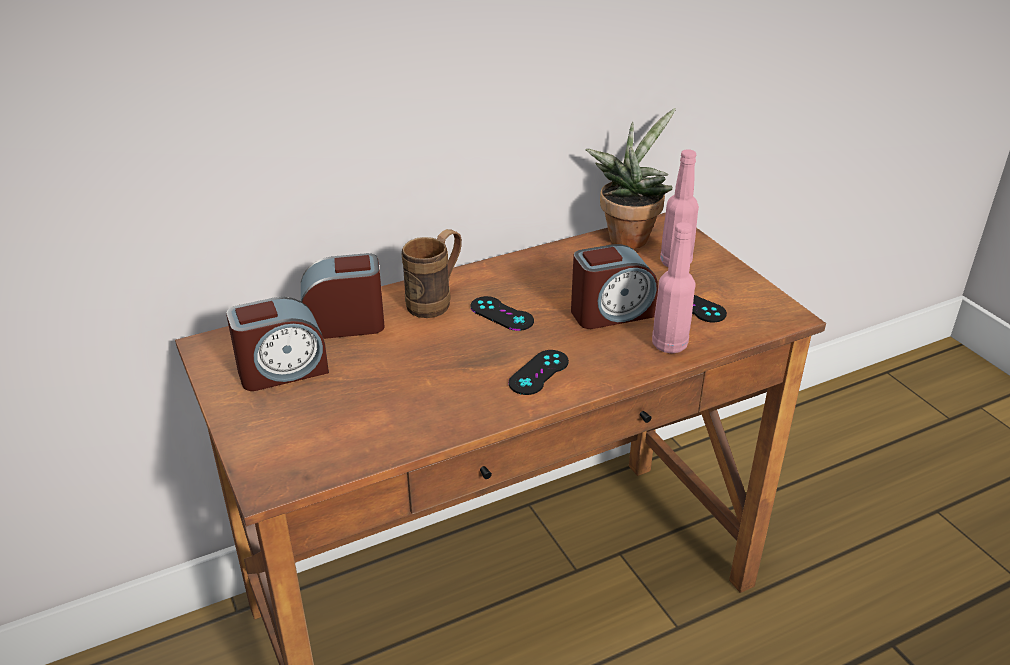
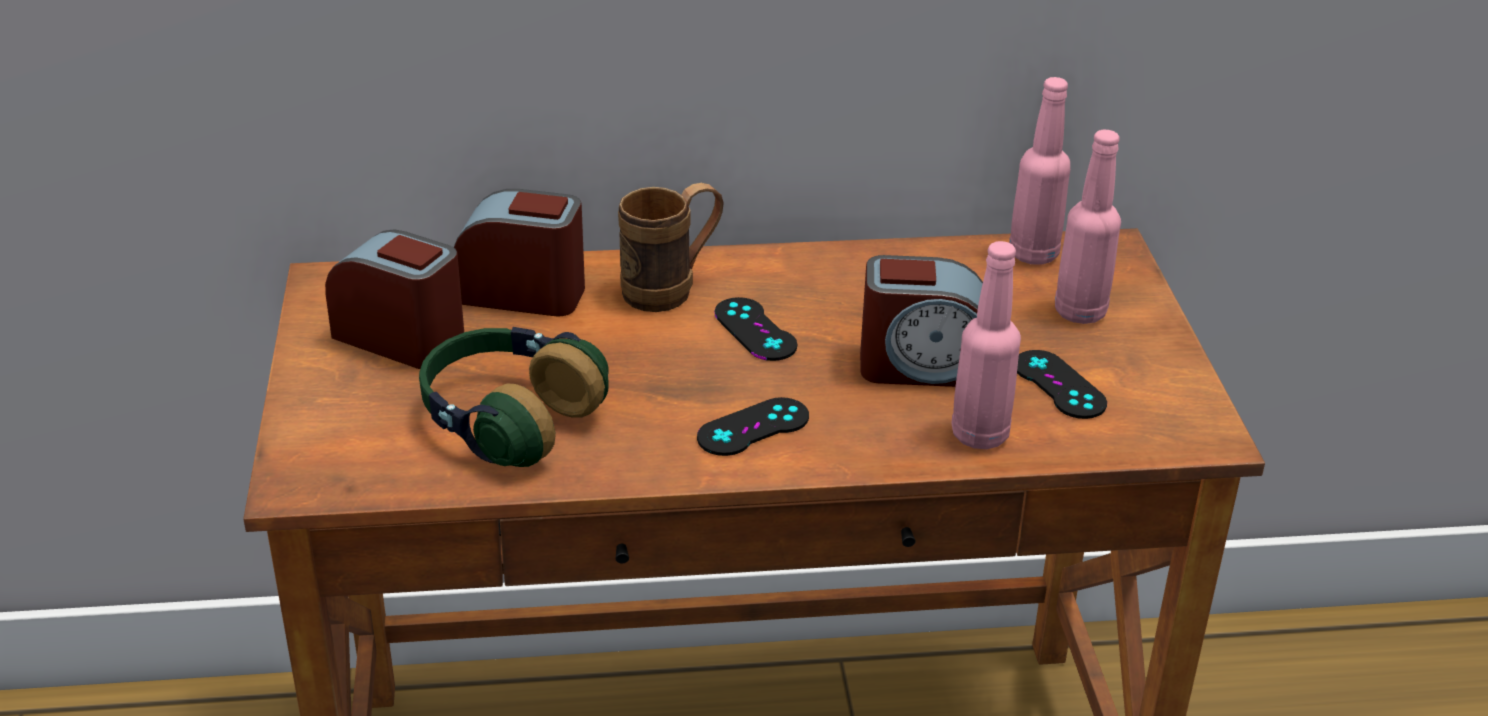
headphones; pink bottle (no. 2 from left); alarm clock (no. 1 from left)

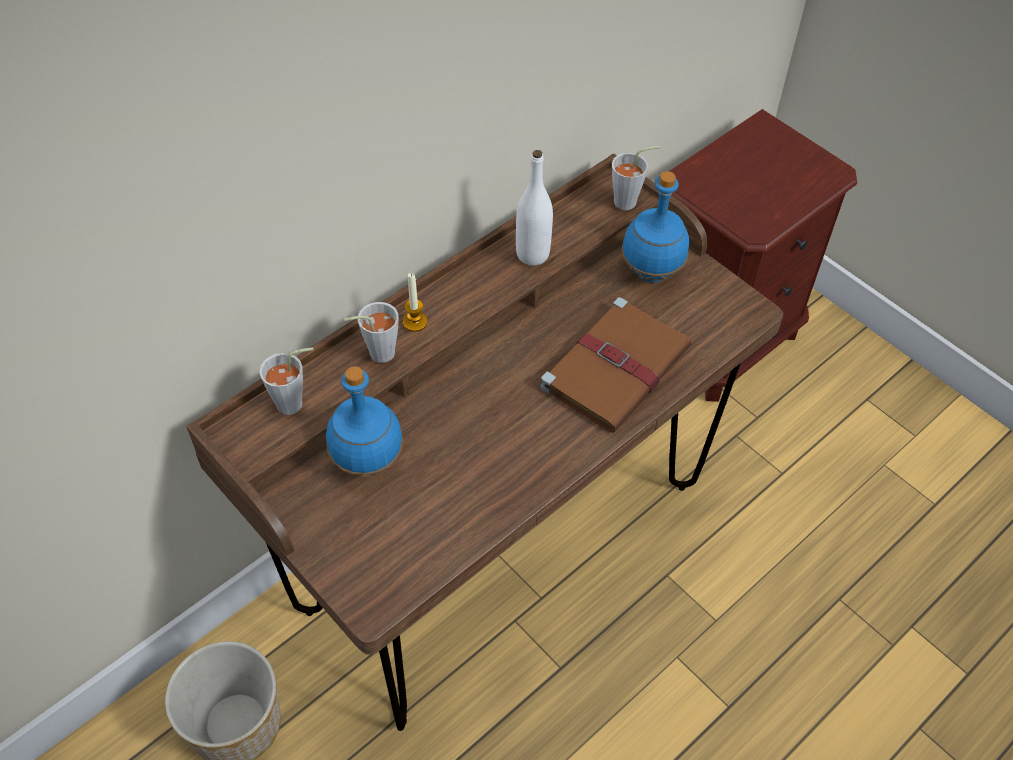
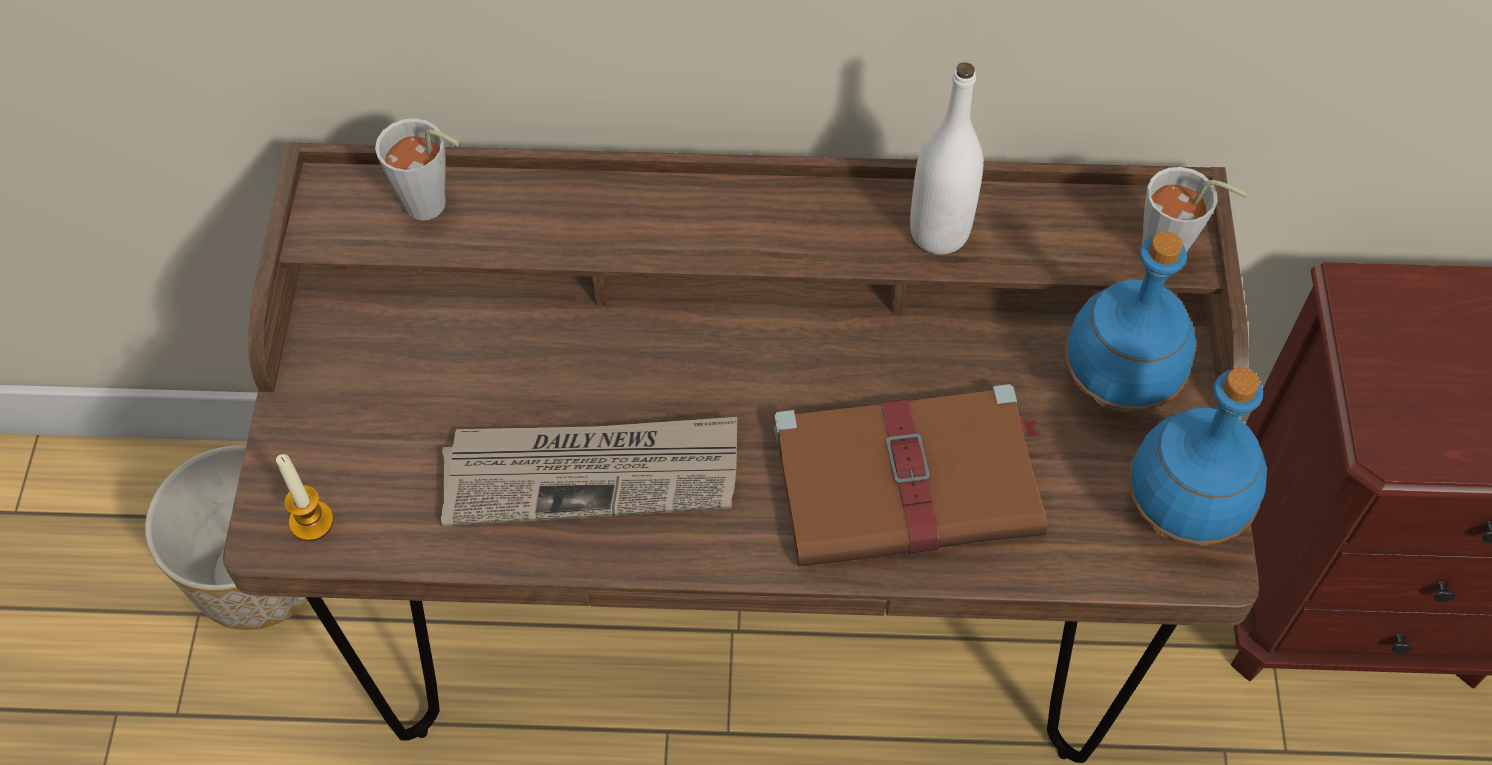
grey cup (no. 2 from left in the first image); newspaper; blue bottle (no. 2 from left); candle

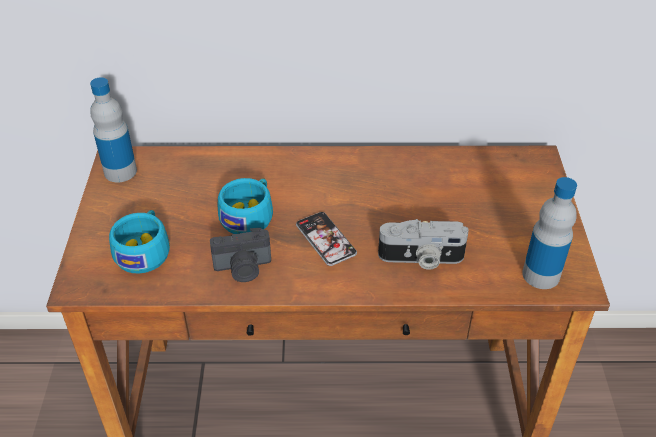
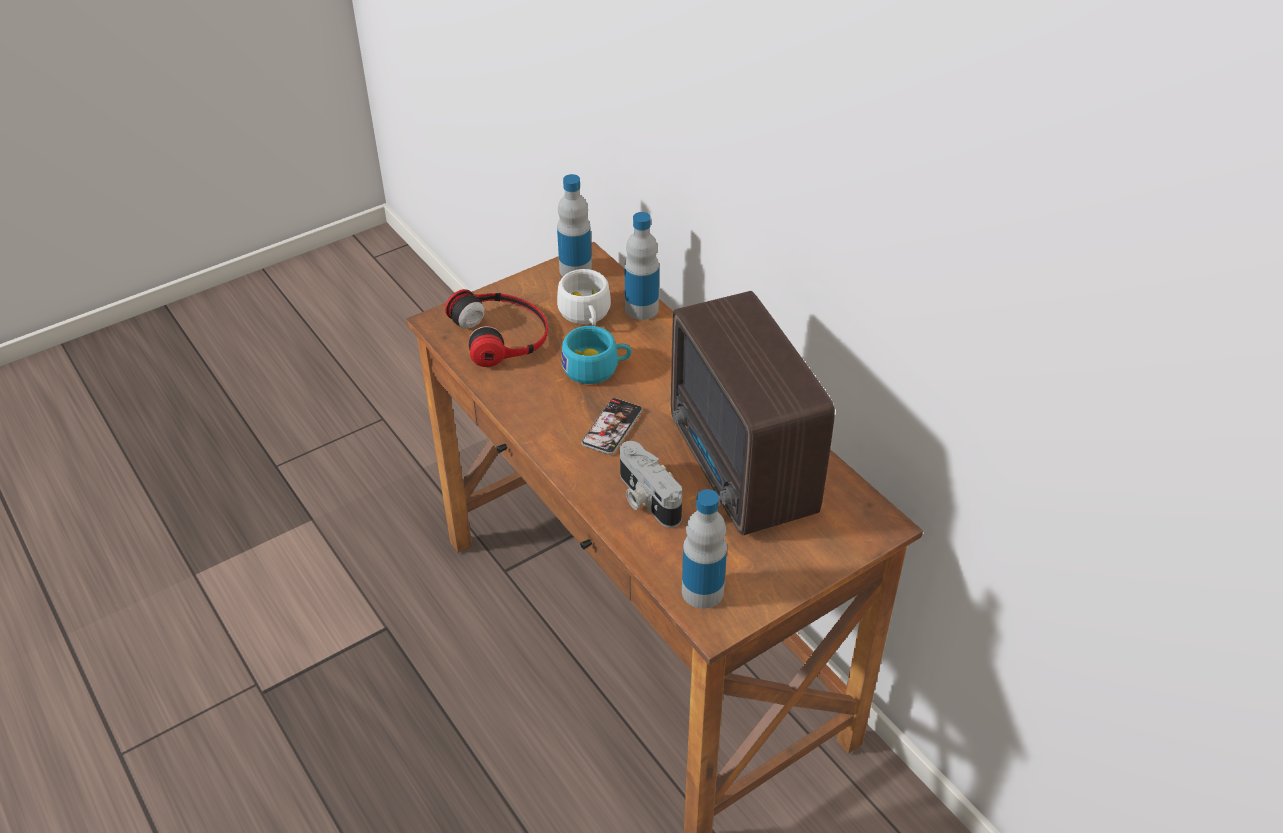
photo camera (no. 1 from left in the first image); white cup; bottle (no. 2 from left); radio; headphones

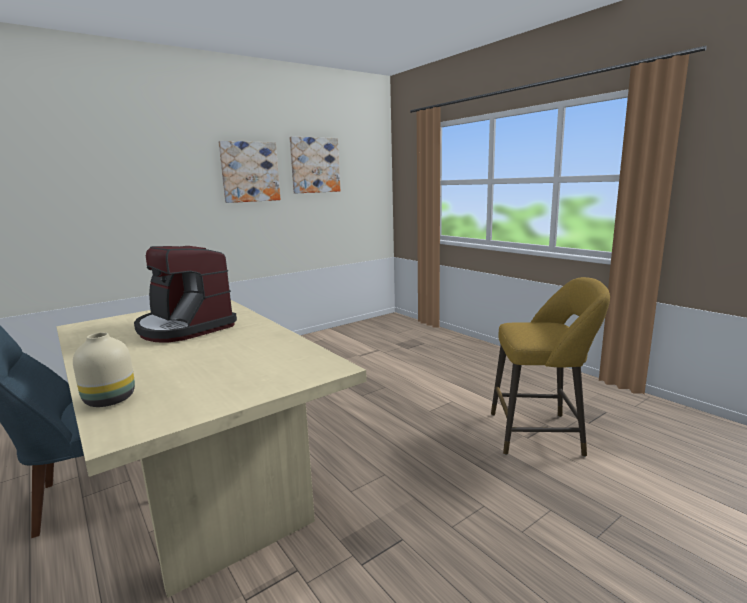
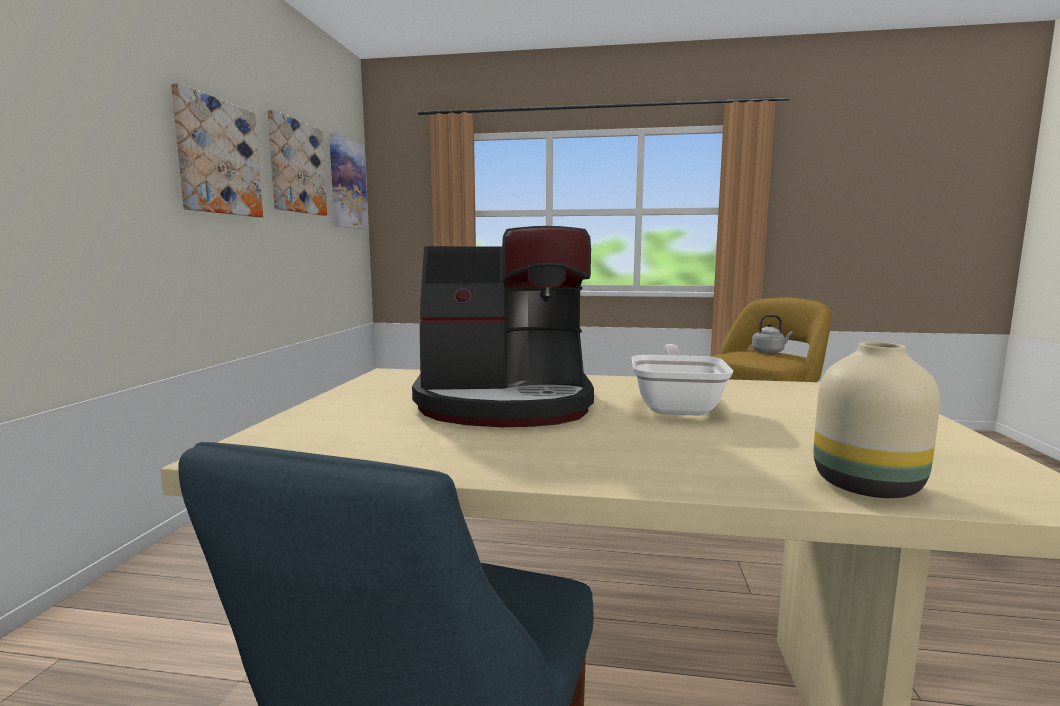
picture (no. 3 from left); frying pan; grey kettle

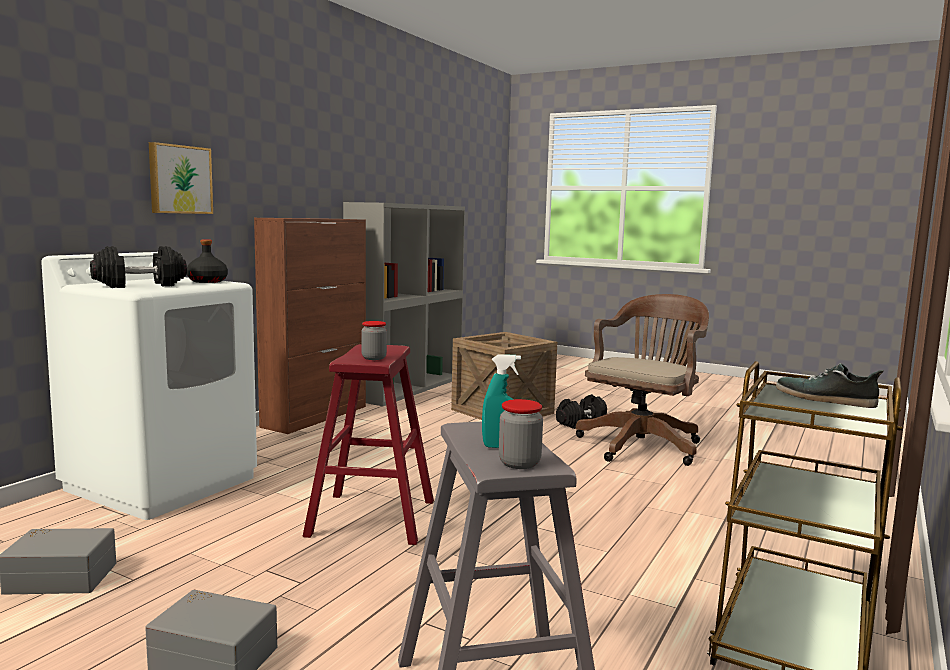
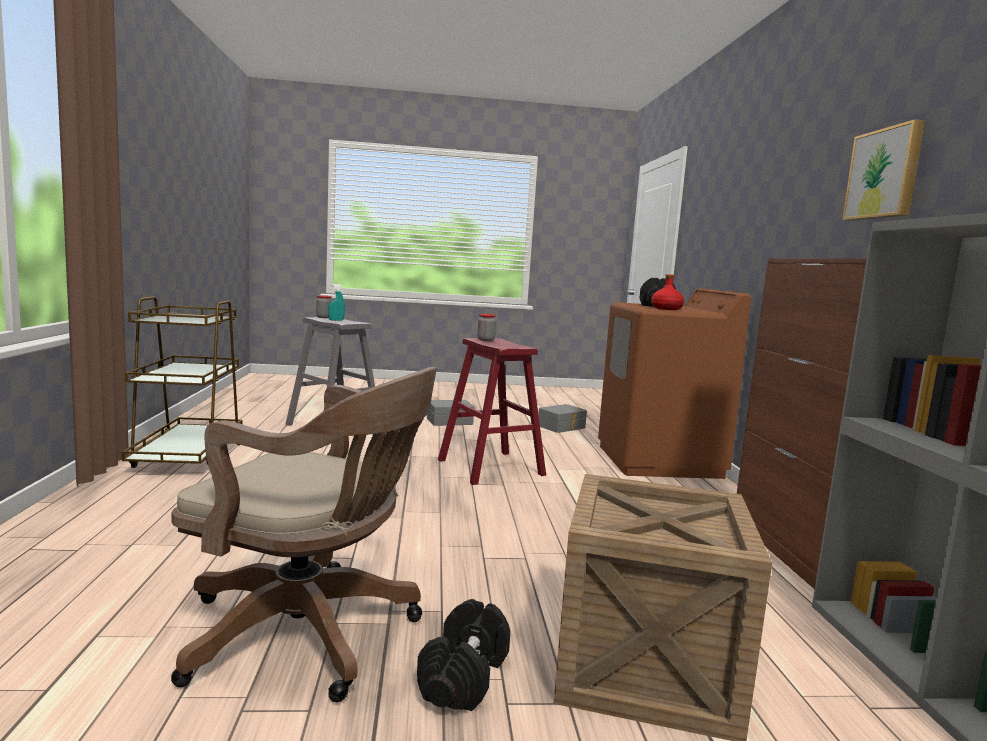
shoe; picture; brown washing machine; red bottle; brown office chair

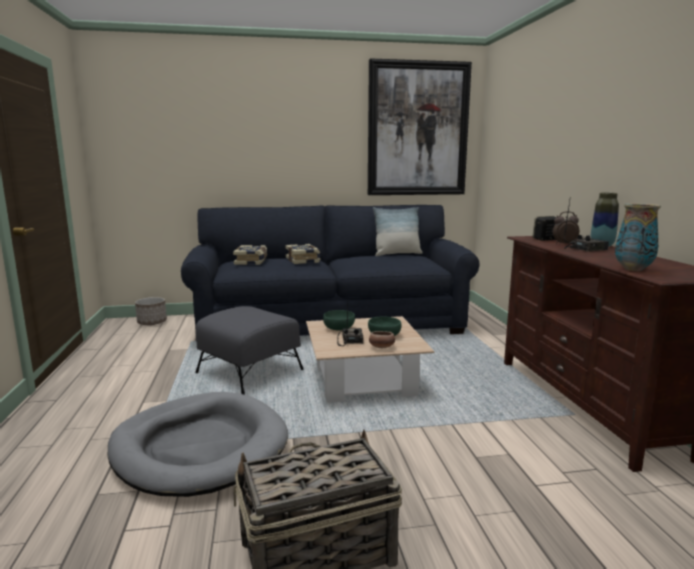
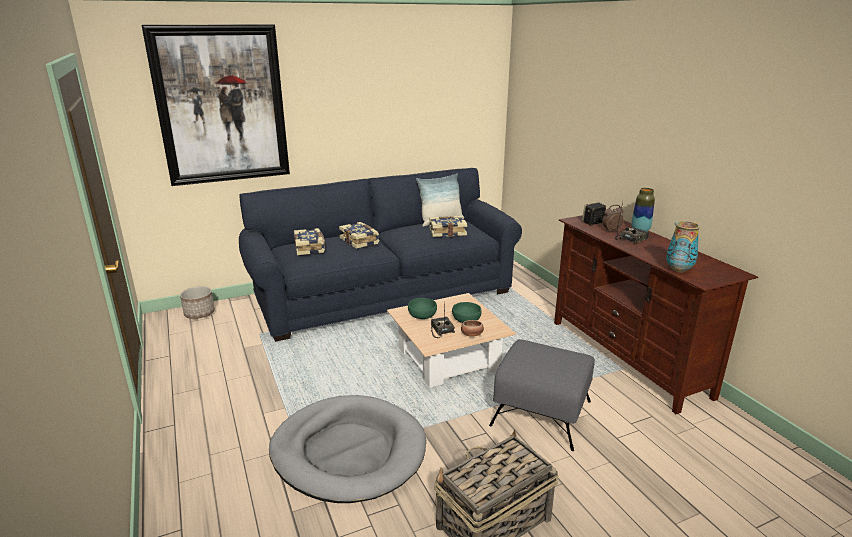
book (no. 3 from left); grey ottoman; picture

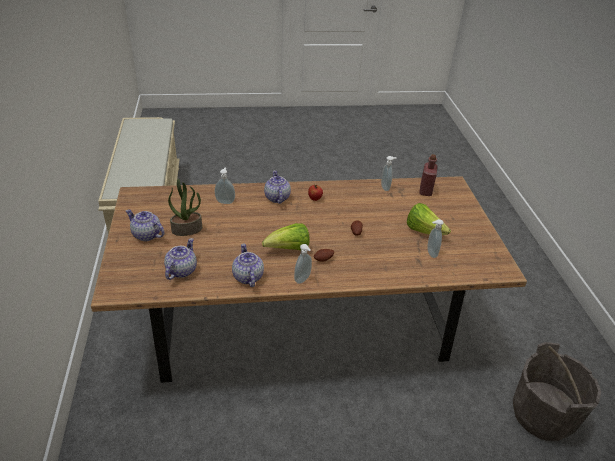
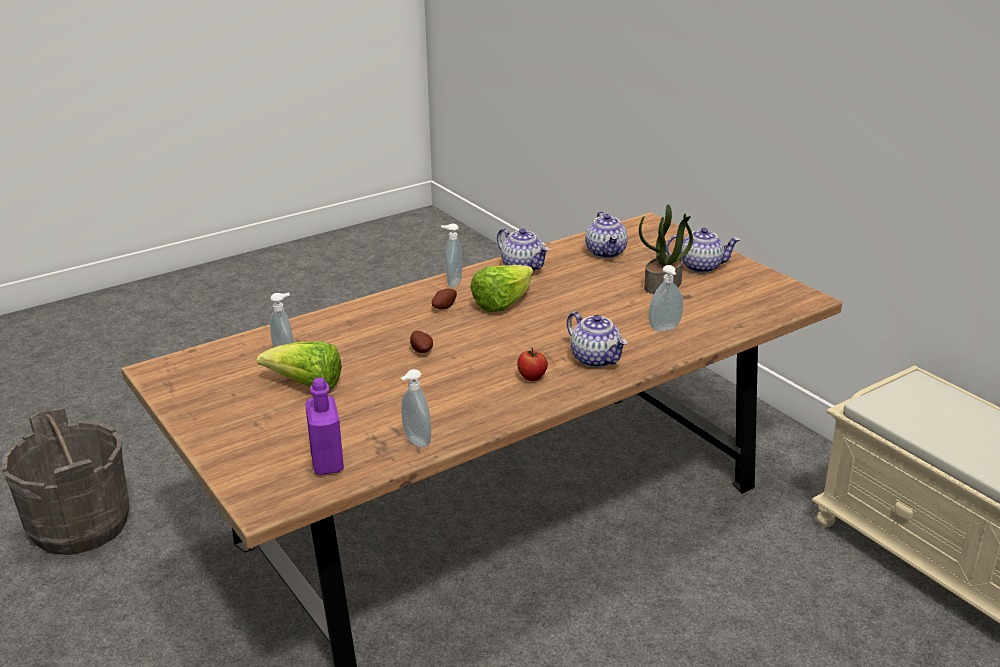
purple bottle

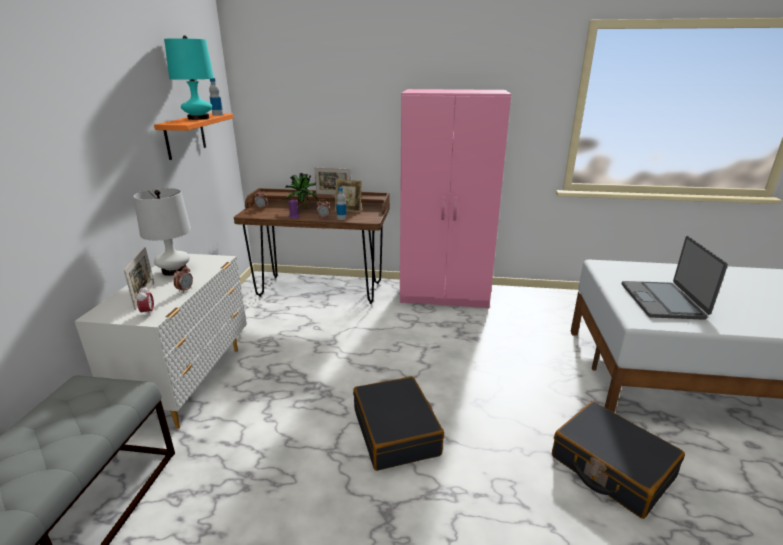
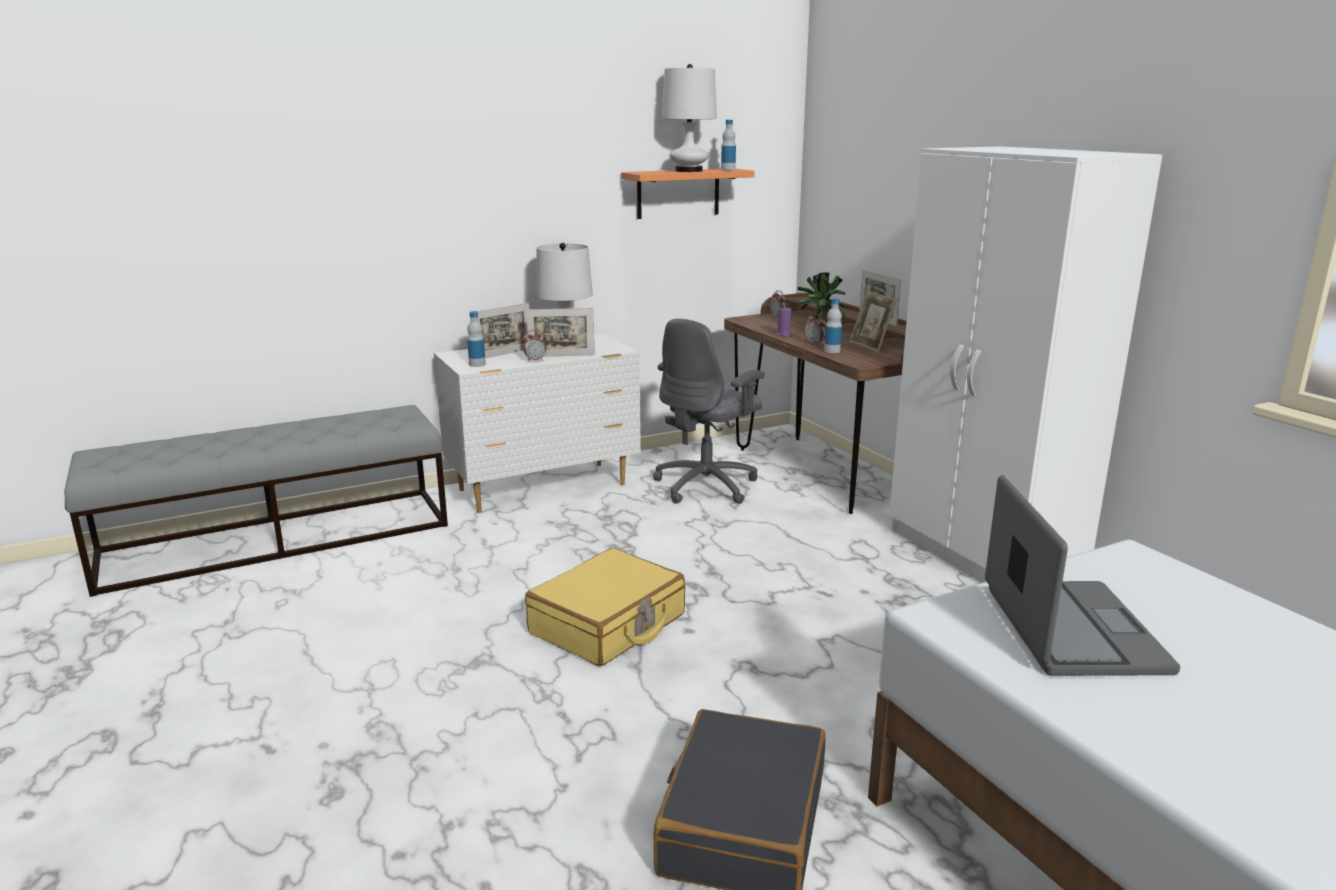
picture frame (no. 2 from left); grey office chair; bottle (no. 1 from left); white table lamp (no. 2 from left); yellow suitcase; white wardrobe; laptop

